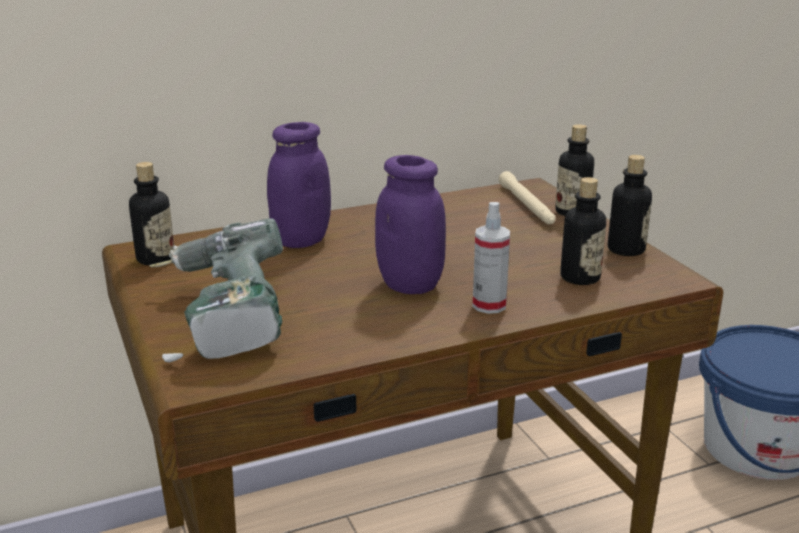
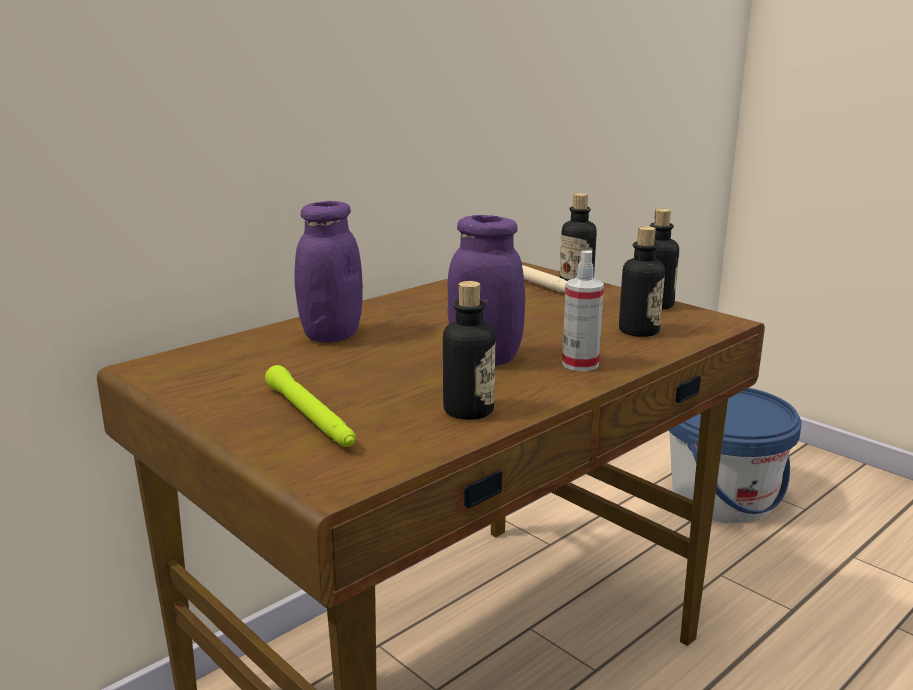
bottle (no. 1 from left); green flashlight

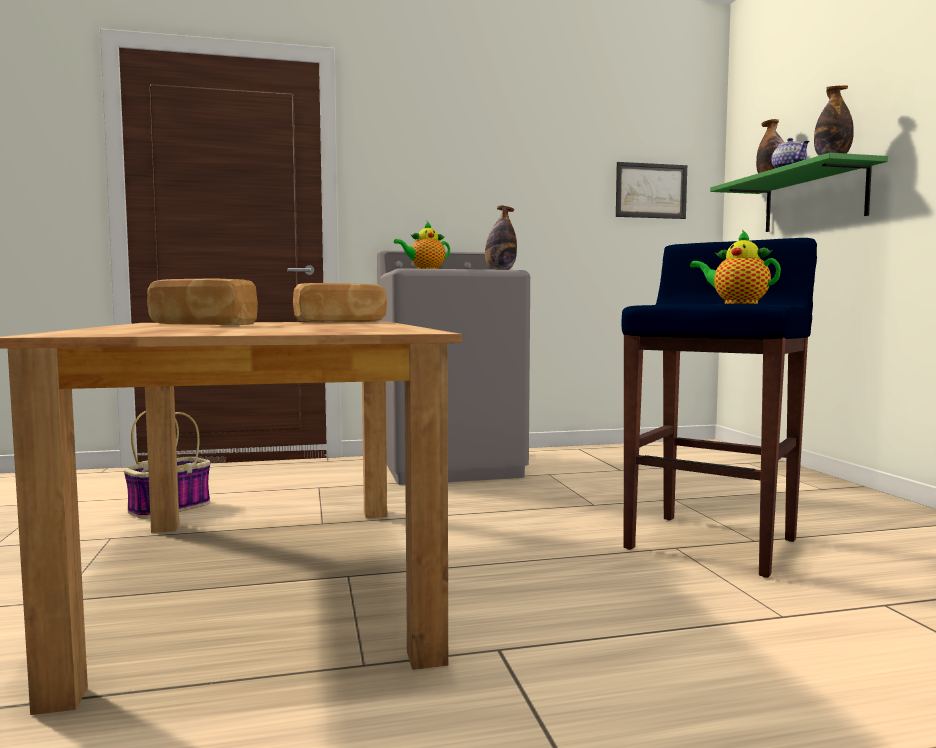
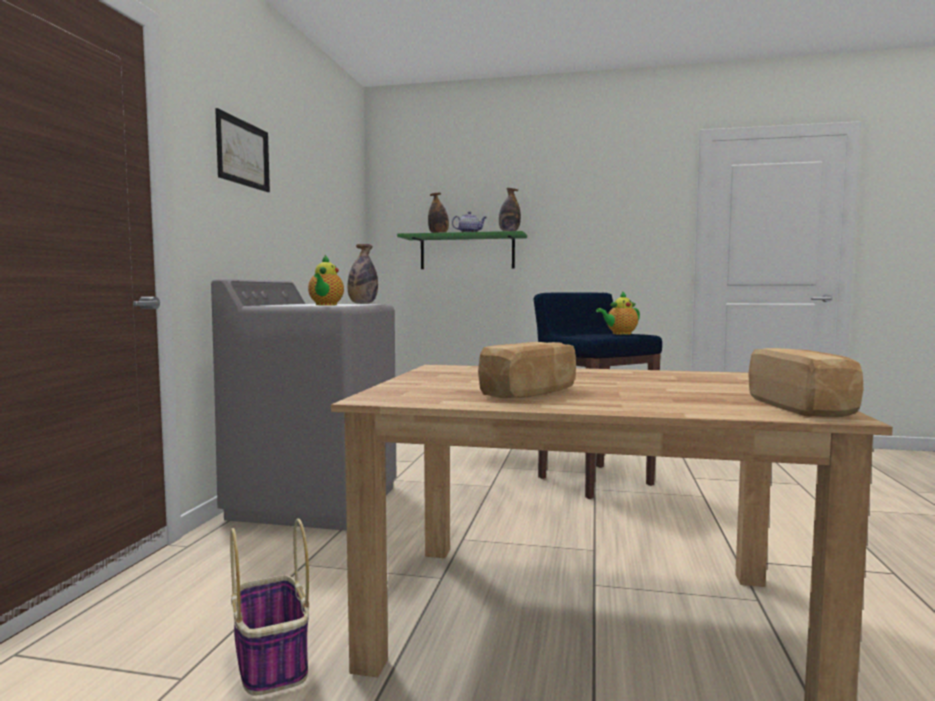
bread (no. 2 from left); picture

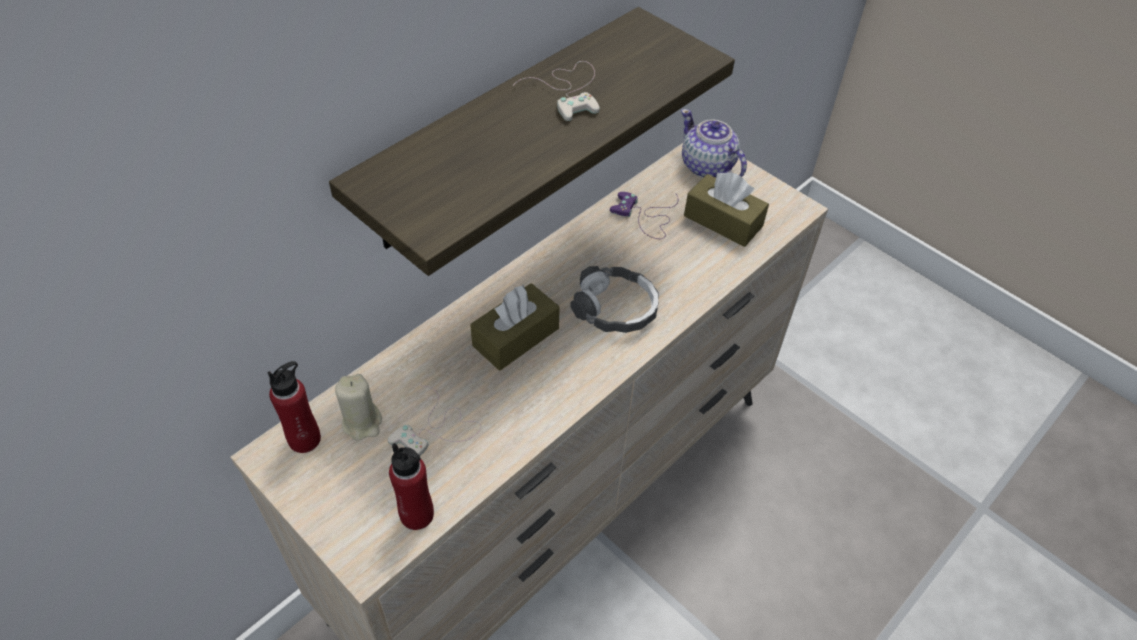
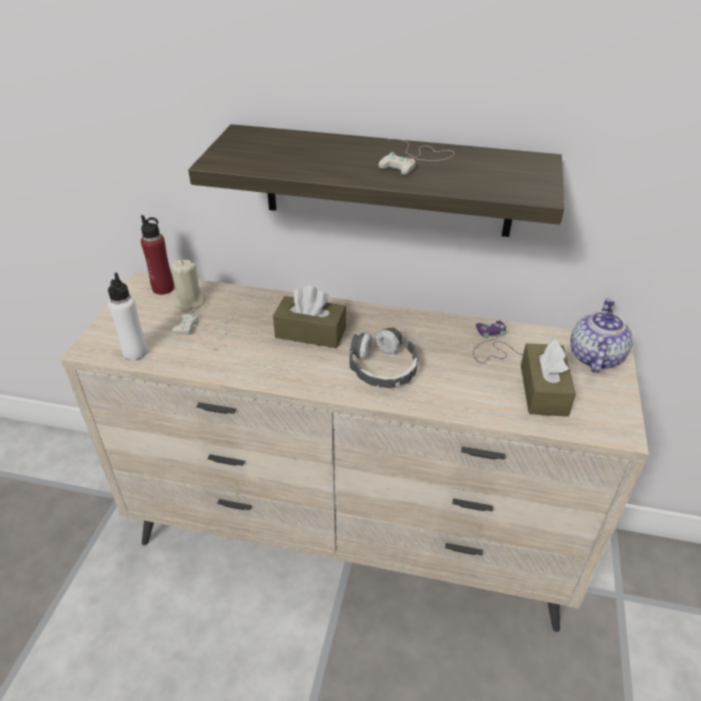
white bottle

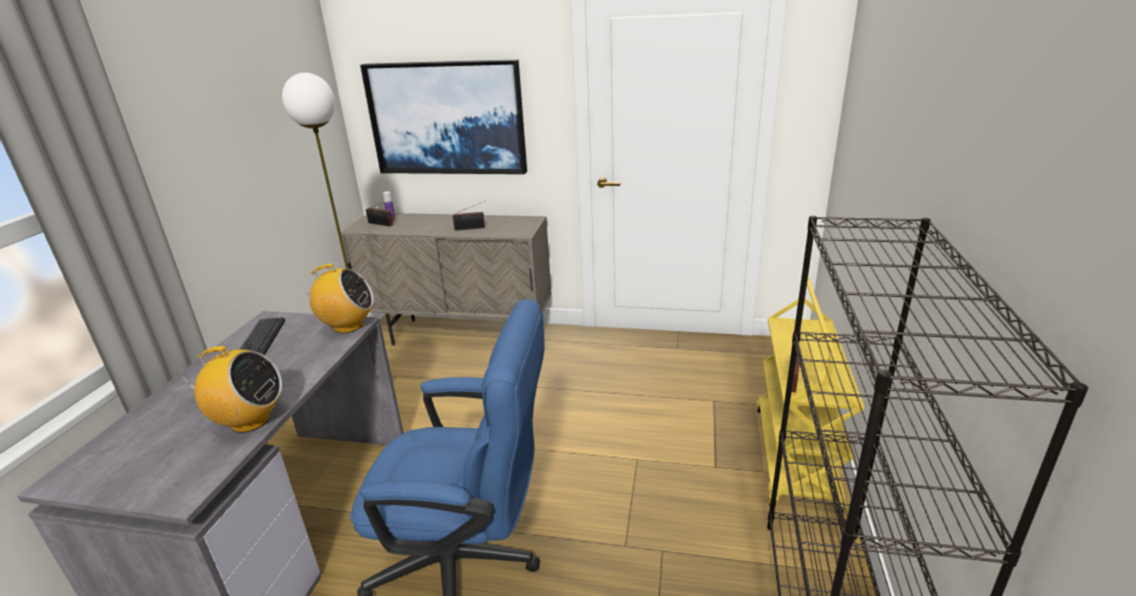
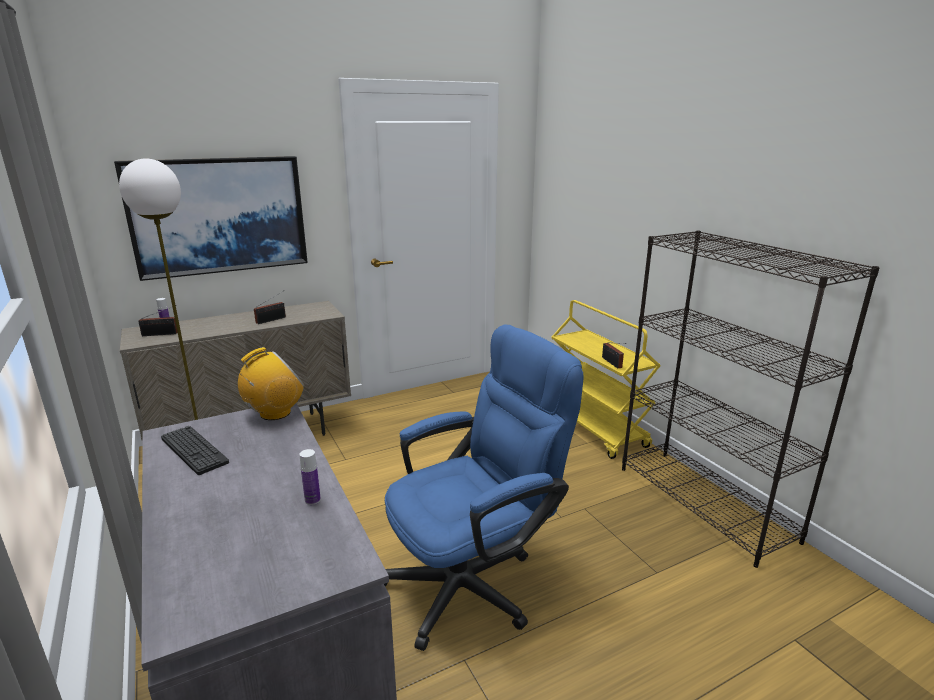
bottle (no. 2 from left)

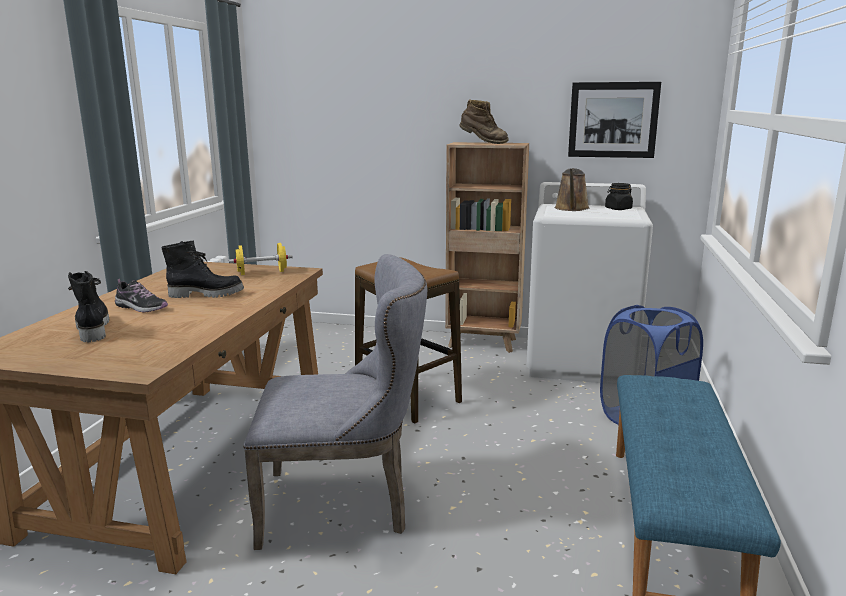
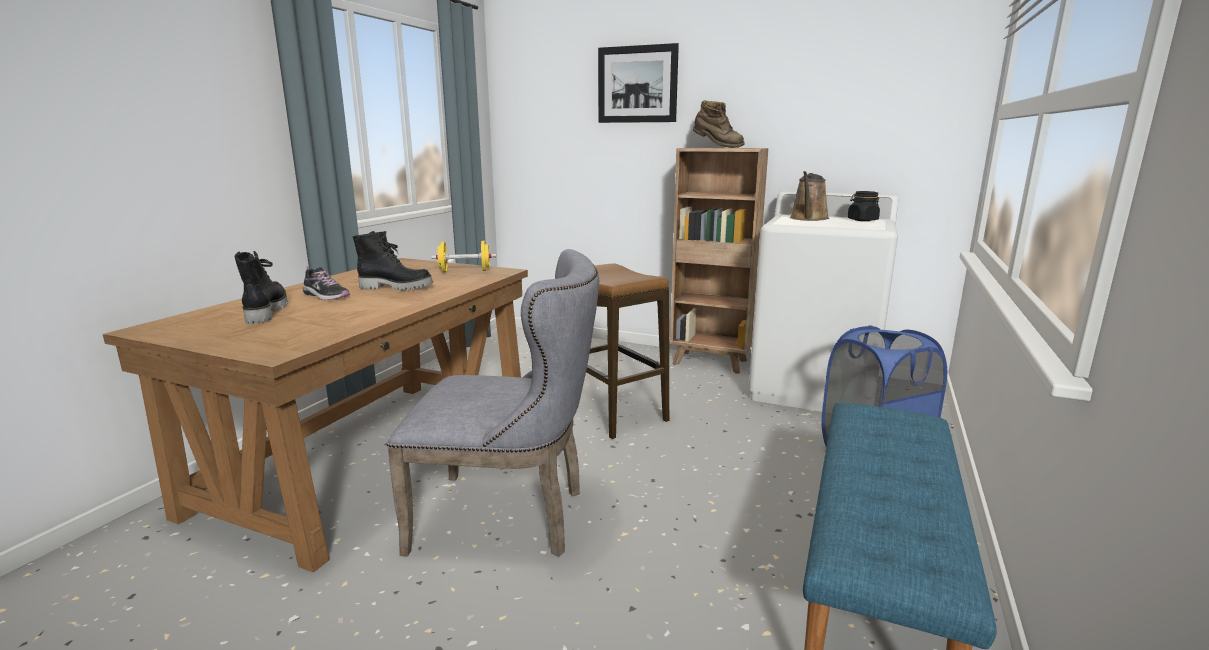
picture

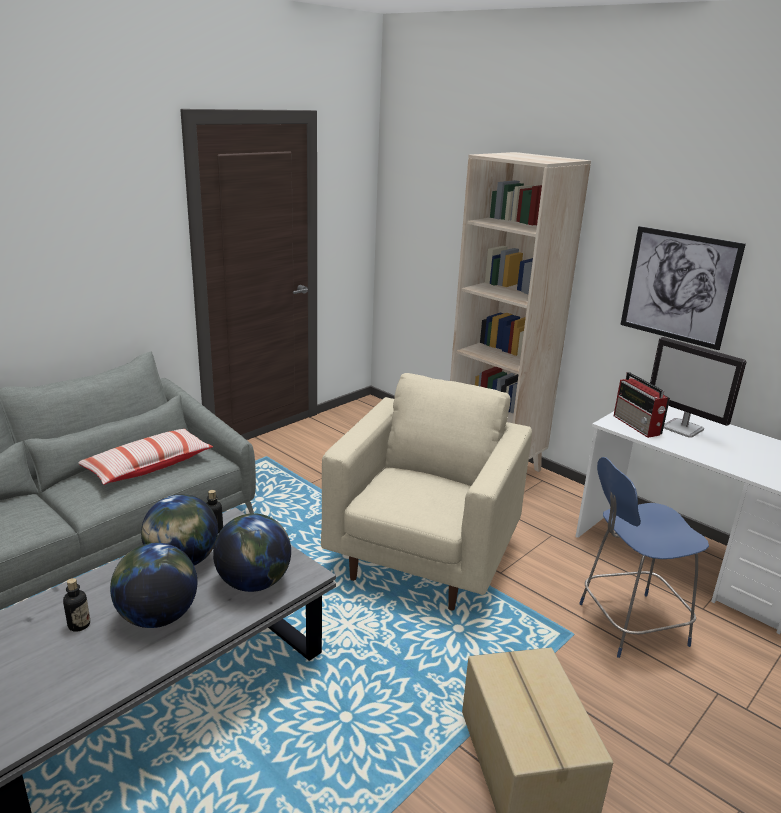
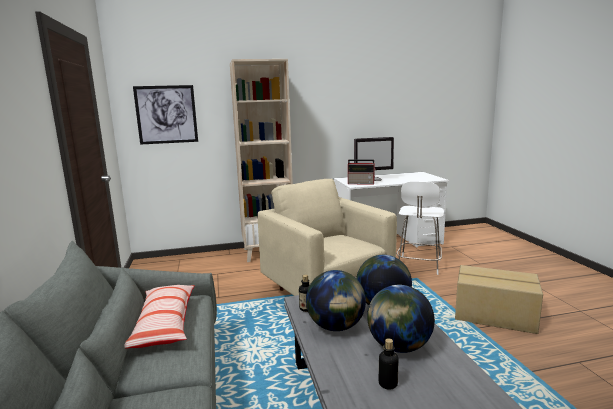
picture; white chair

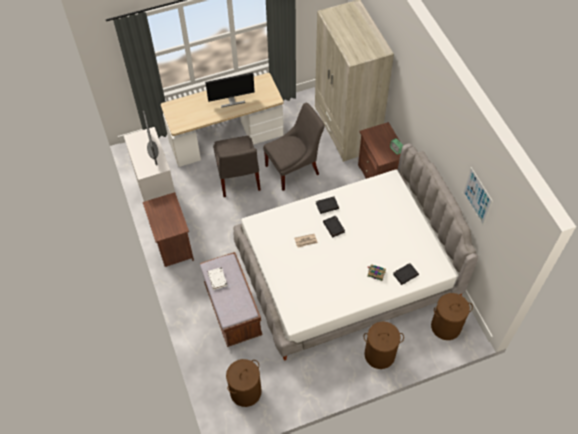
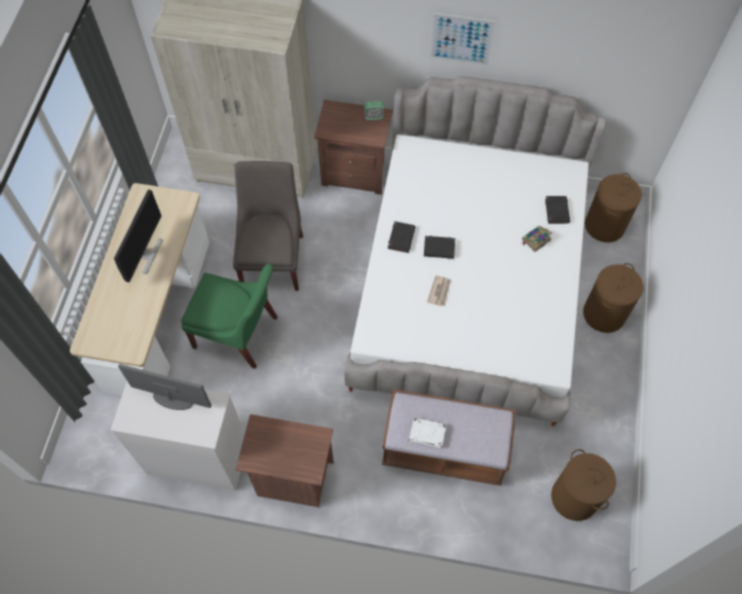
picture; green chair

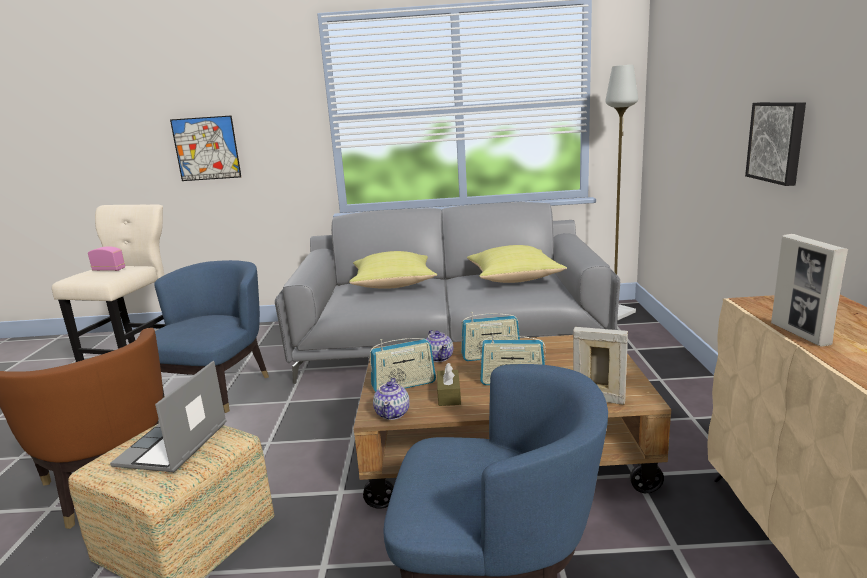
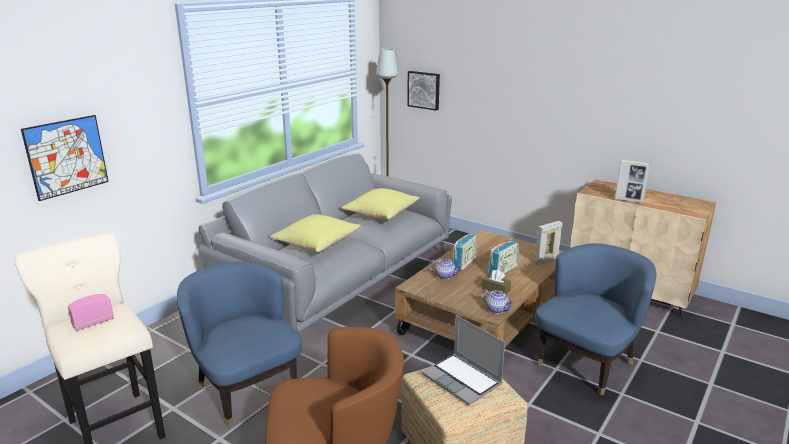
radio (no. 2 from left in the first image); picture (no. 2 from left)

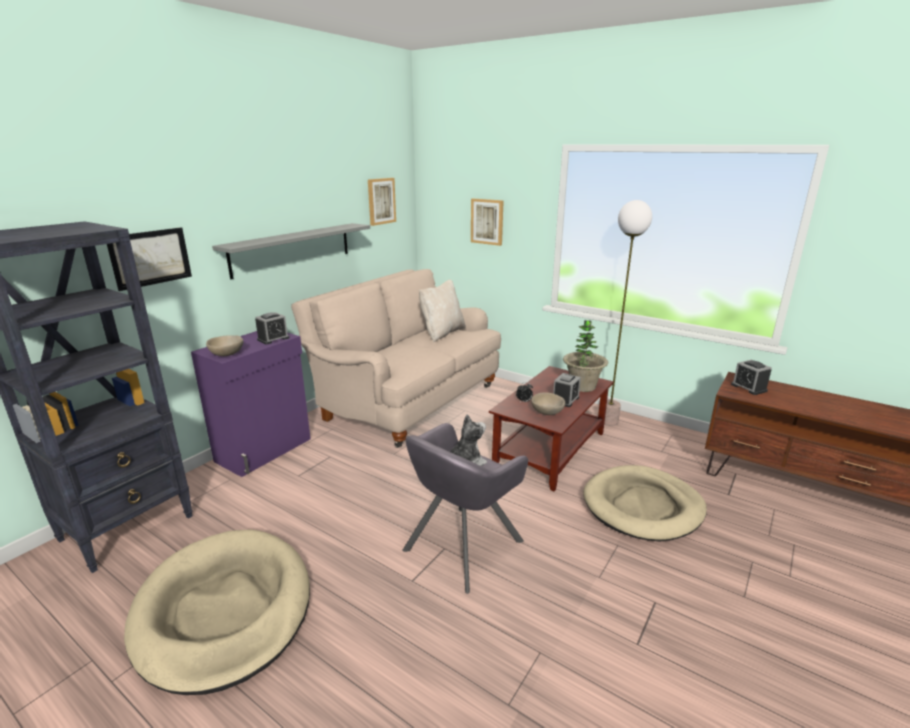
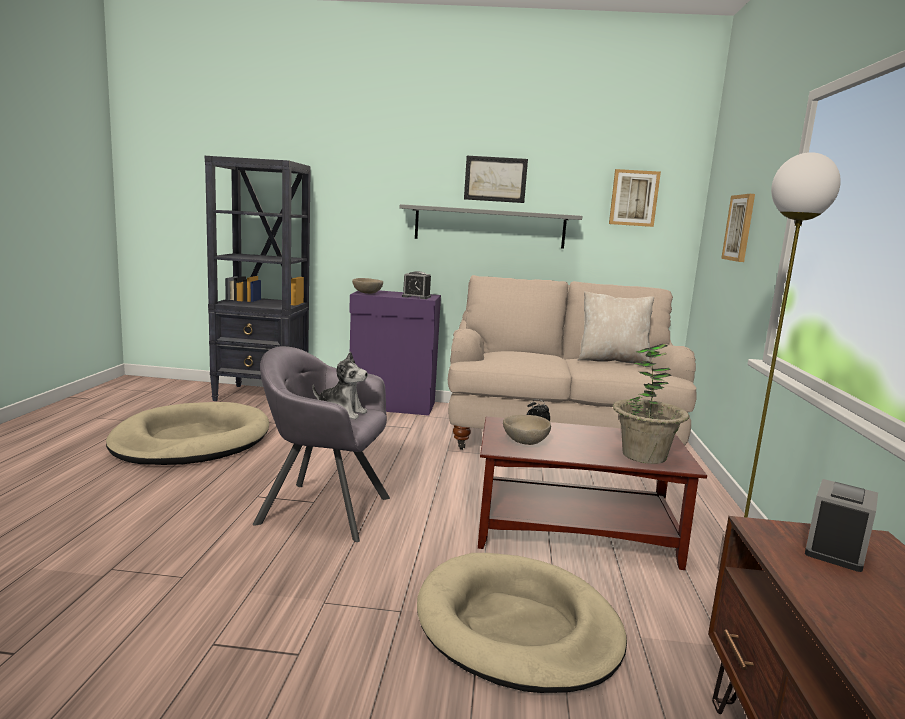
alarm clock (no. 3 from left in the first image); picture (no. 1 from left)

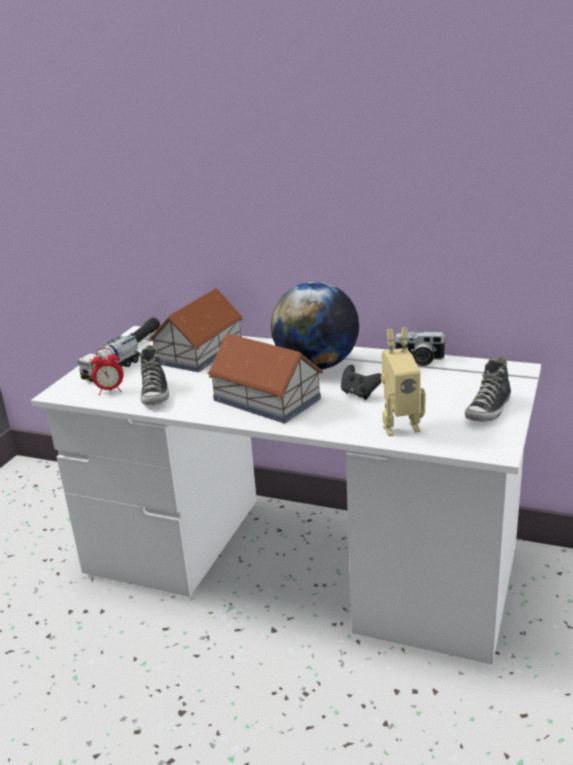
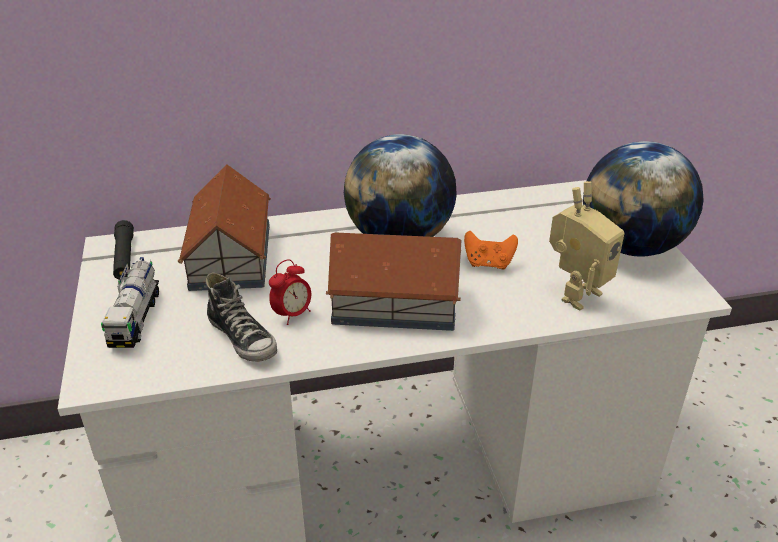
photo camera; alarm clock; globe (no. 2 from left); orange game controller

